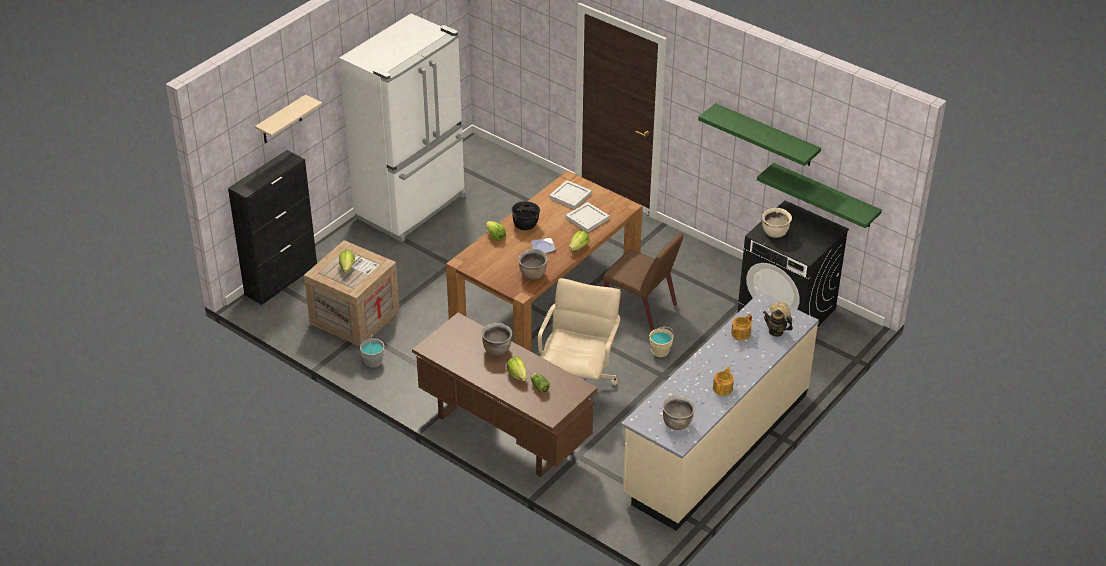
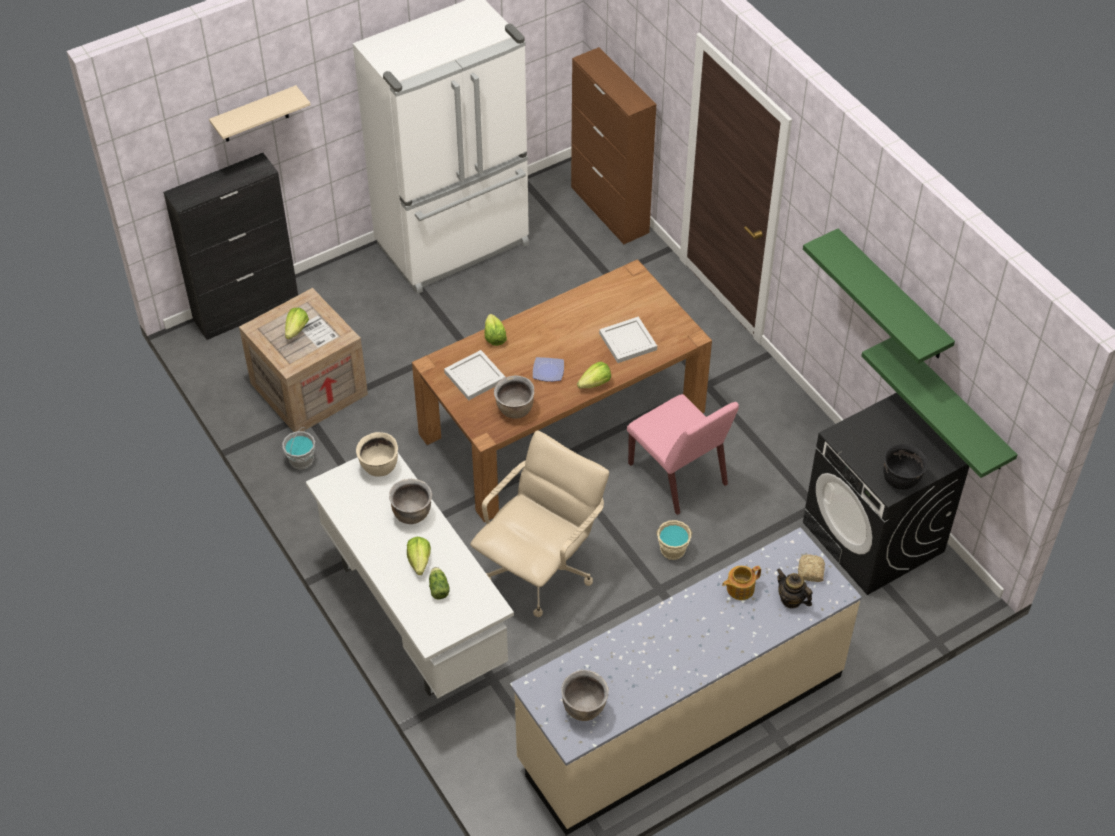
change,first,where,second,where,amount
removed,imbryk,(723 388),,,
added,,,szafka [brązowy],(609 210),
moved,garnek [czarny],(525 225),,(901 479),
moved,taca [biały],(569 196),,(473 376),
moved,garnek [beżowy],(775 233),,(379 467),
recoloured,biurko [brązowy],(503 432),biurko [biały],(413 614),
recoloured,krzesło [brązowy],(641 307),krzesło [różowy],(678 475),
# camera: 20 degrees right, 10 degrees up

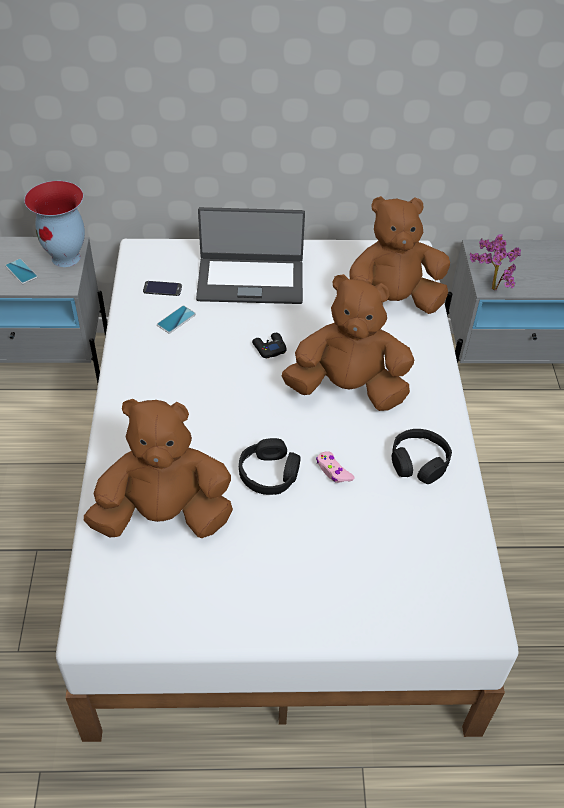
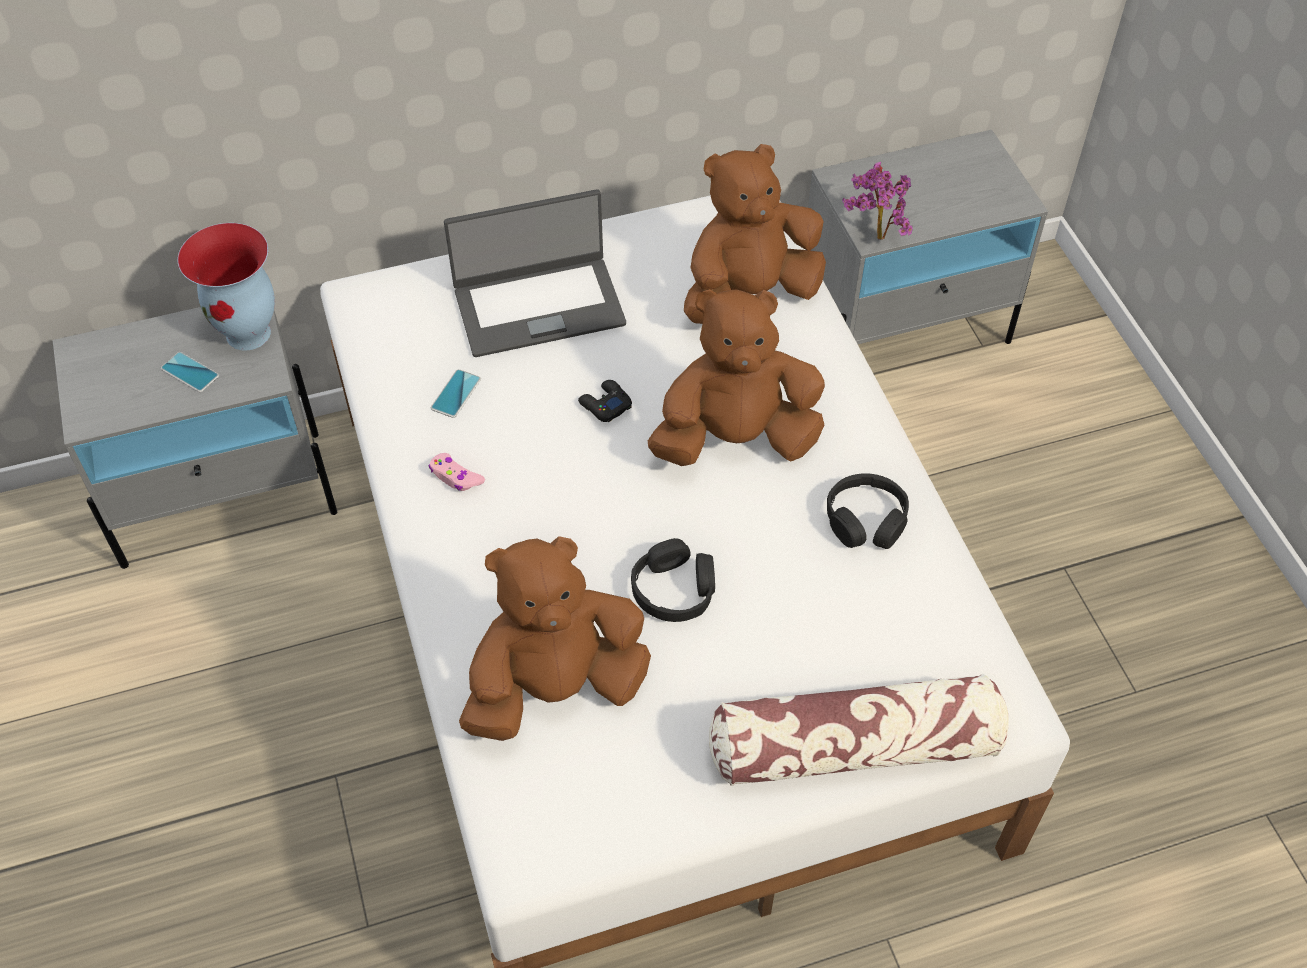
change,first,where,second,where,amount
removed,telefon,(162 289),,,
added,,,poduszka,(855 746),
moved,pad do gier [różowy],(333 471),,(455 477),
# camera: 15 degrees left, 5 degrees up

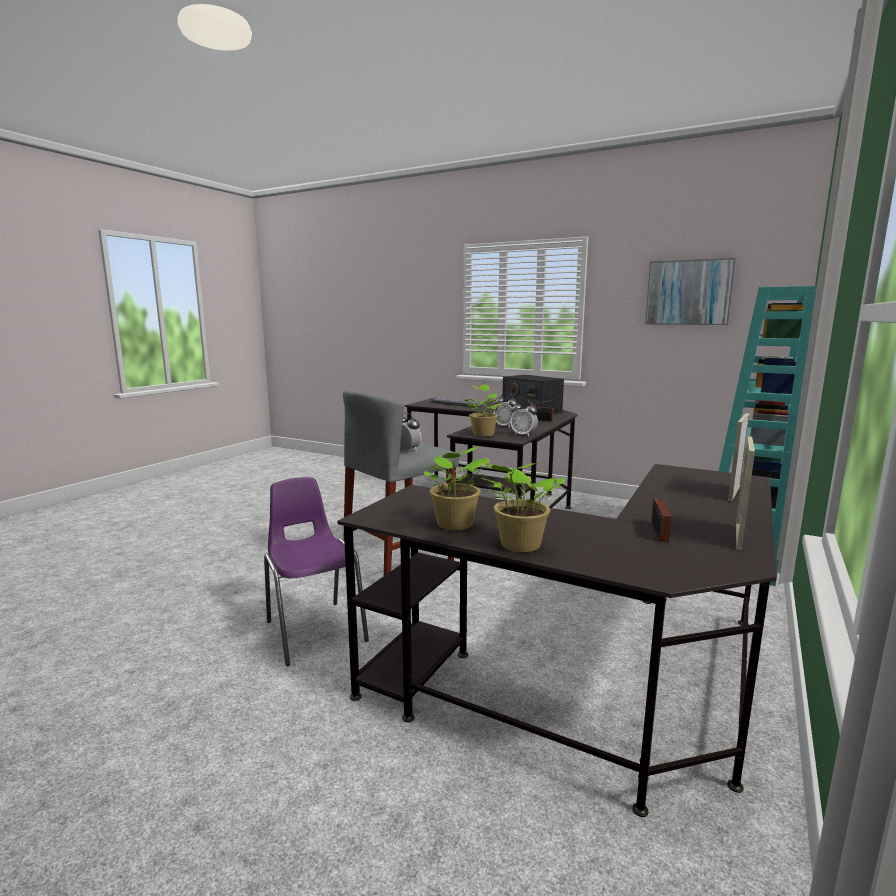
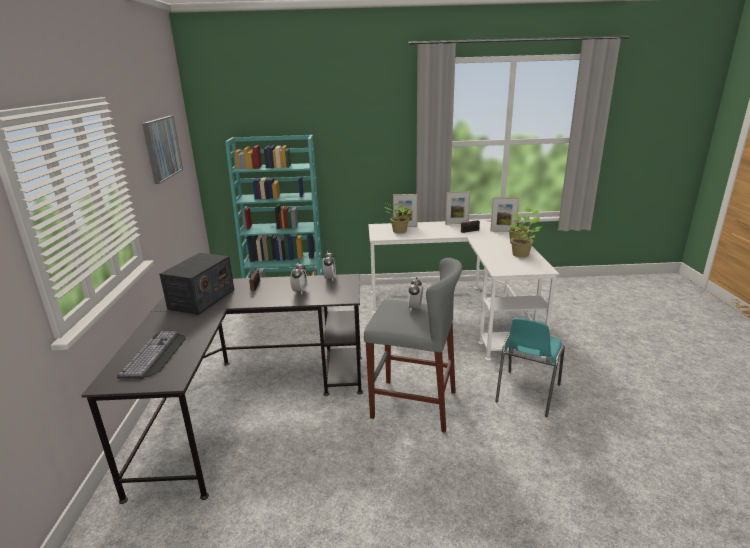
change,first,where,second,where,amount
added,,,ramka na zdjęcie,(503 231),
moved,roślina doniczkowa,(483 434),,(398 231),
recoloured,krzesło [fioletowy],(314 630),krzesło [turkusowy],(526 394),
recoloured,biurko [czarny],(596 687),biurko [biały],(460 311),
# camera: 120 degrees left, 10 degrees up

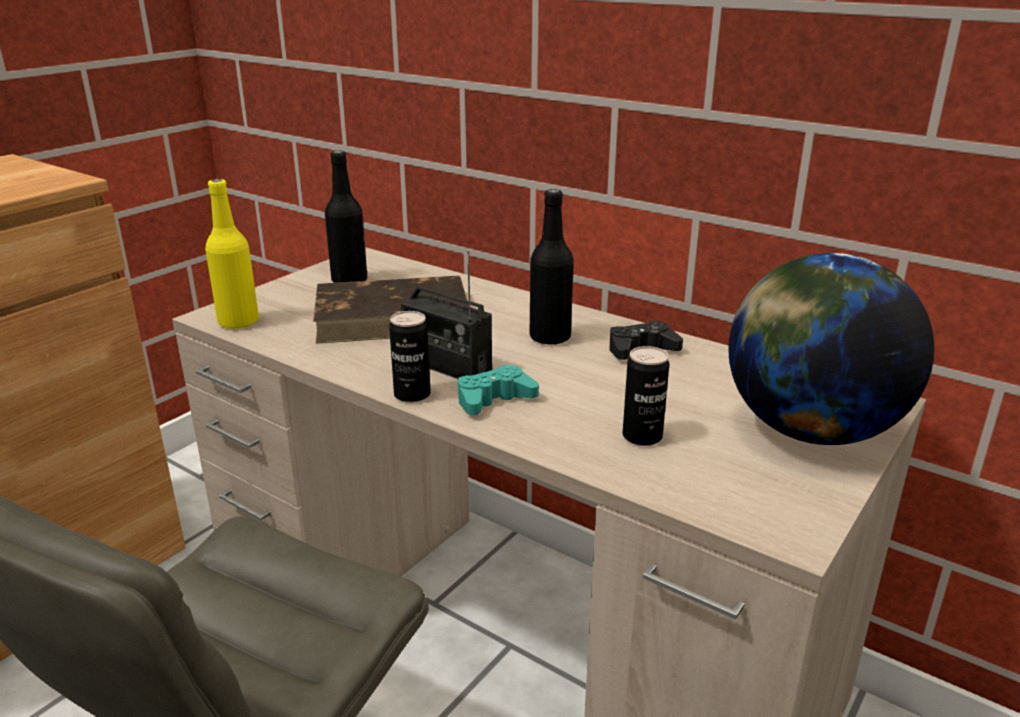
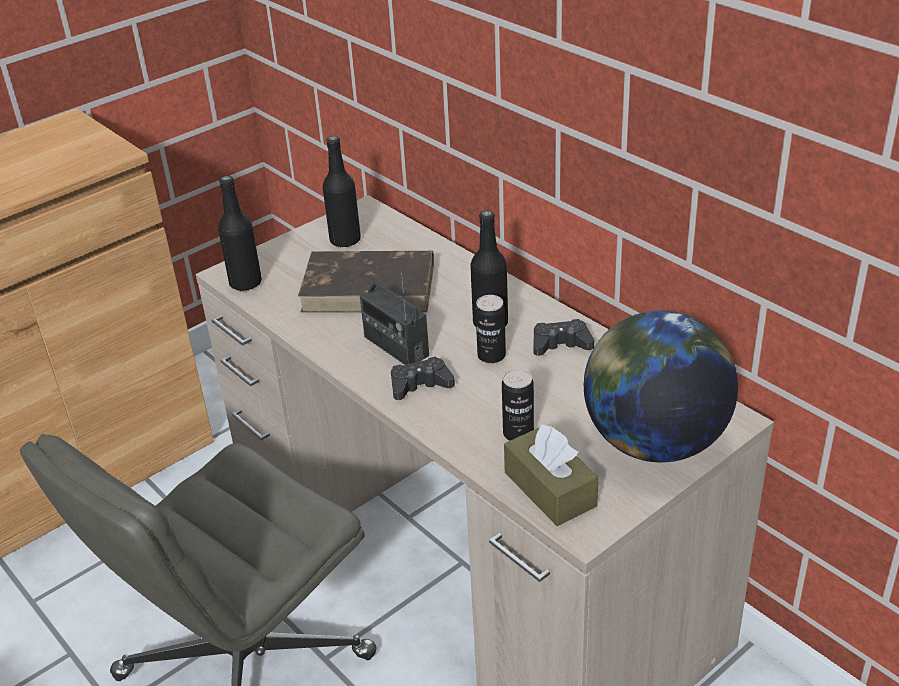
change,first,where,second,where,amount
added,,,pudełko chusteczek [brązowy],(550 489),
moved,puszka,(412 394),,(491 356),
recoloured,butelka [żółty],(238 322),butelka [czarny],(245 283),
recoloured,pad do gier [turkusowy],(494 399),pad do gier [czarny],(420 385),
# camera: 15 degrees right, 10 degrees up

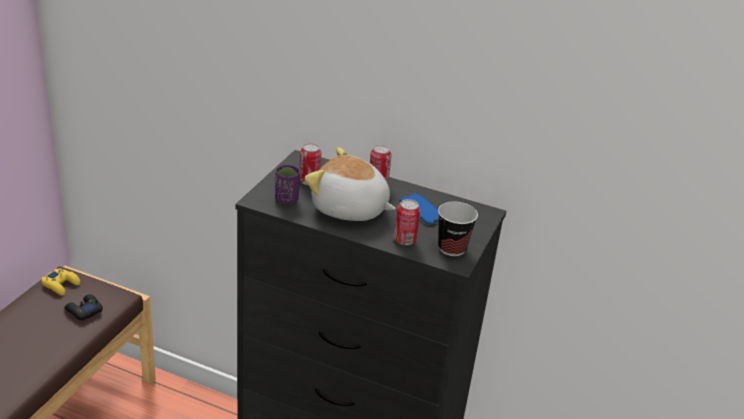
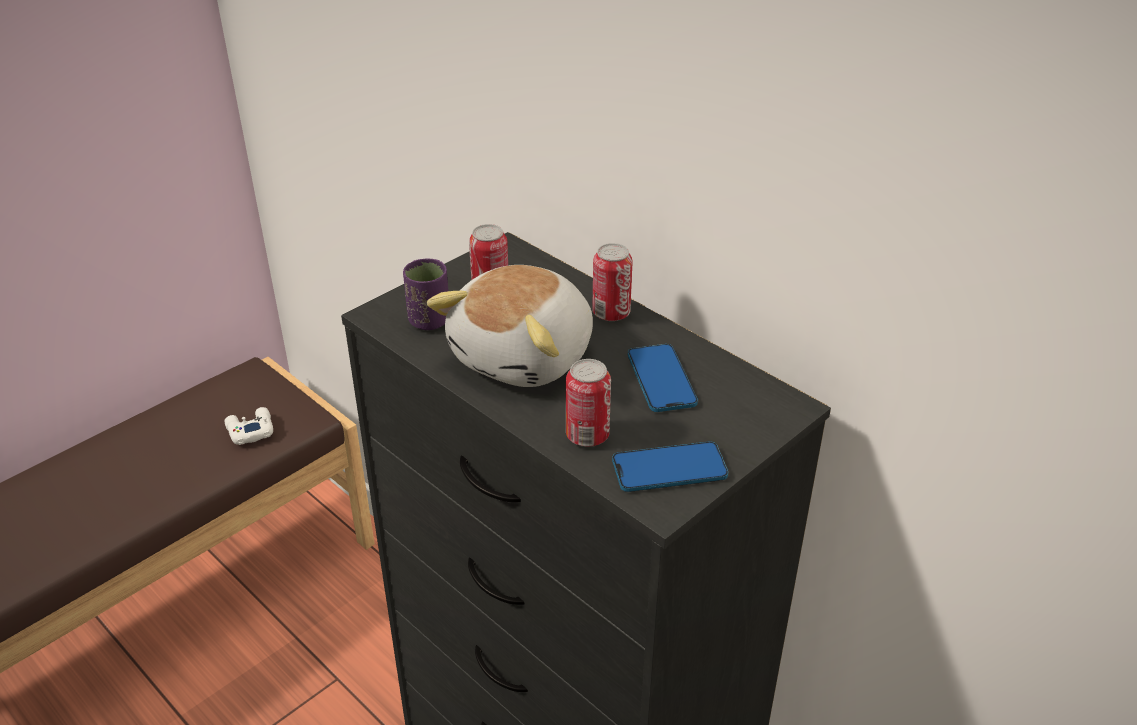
change,first,where,second,where,amount
removed,pad do gier [żółty],(61 285),,,
replaced,filiżanka,(452 248),telefon,(669 469),
recoloured,pad do gier [czarny],(84 311),pad do gier [biały],(250 430),
turned,pluszak,(349 209),,(526 356),105 degrees counterclockwise
# camera: 25 degrees right, 5 degrees up

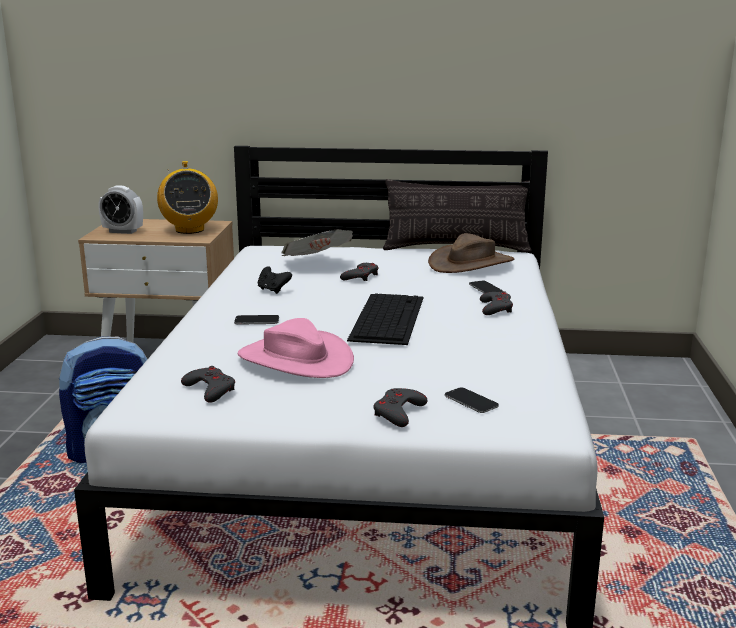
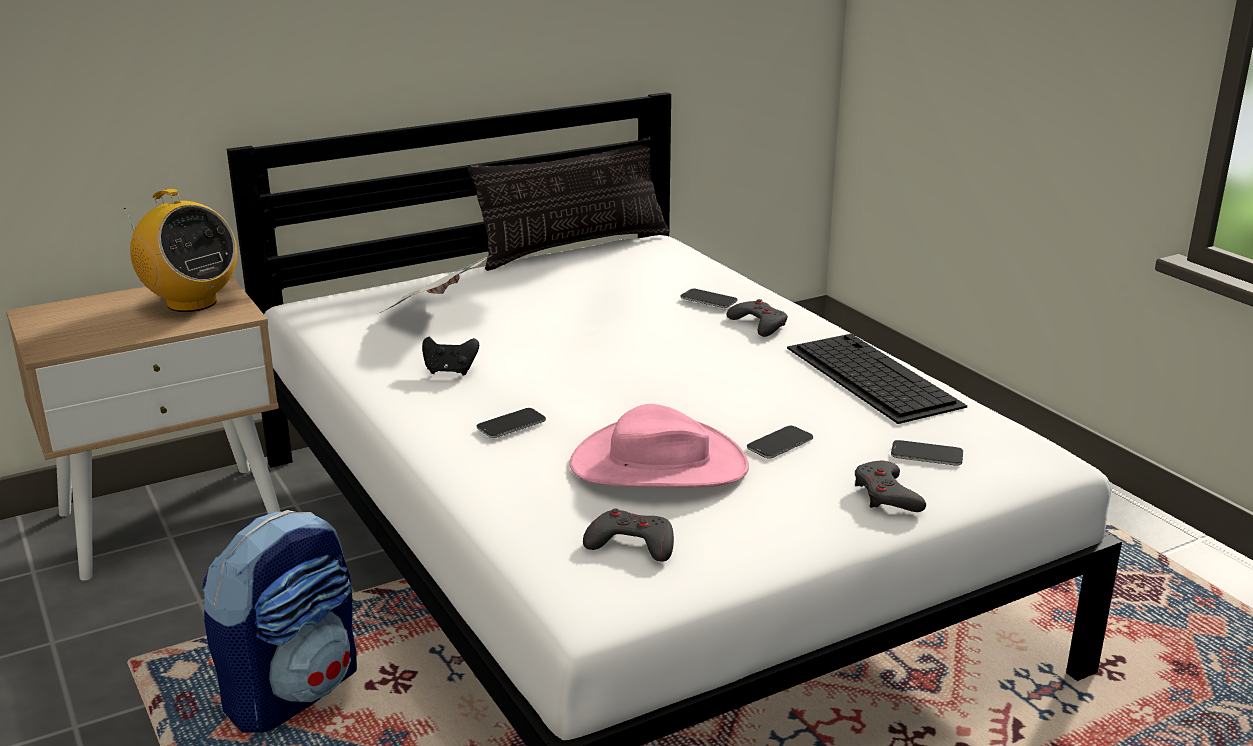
change,first,where,second,where,amount
removed,budzik,(123 231),,,
removed,pad do gier [szary],(361 276),,,
removed,kapelusz [brązowy],(471 263),,,
added,,,telefon,(780 443),
moved,klawiatura,(387 317),,(870 376),
# camera: 35 degrees left, 5 degrees up

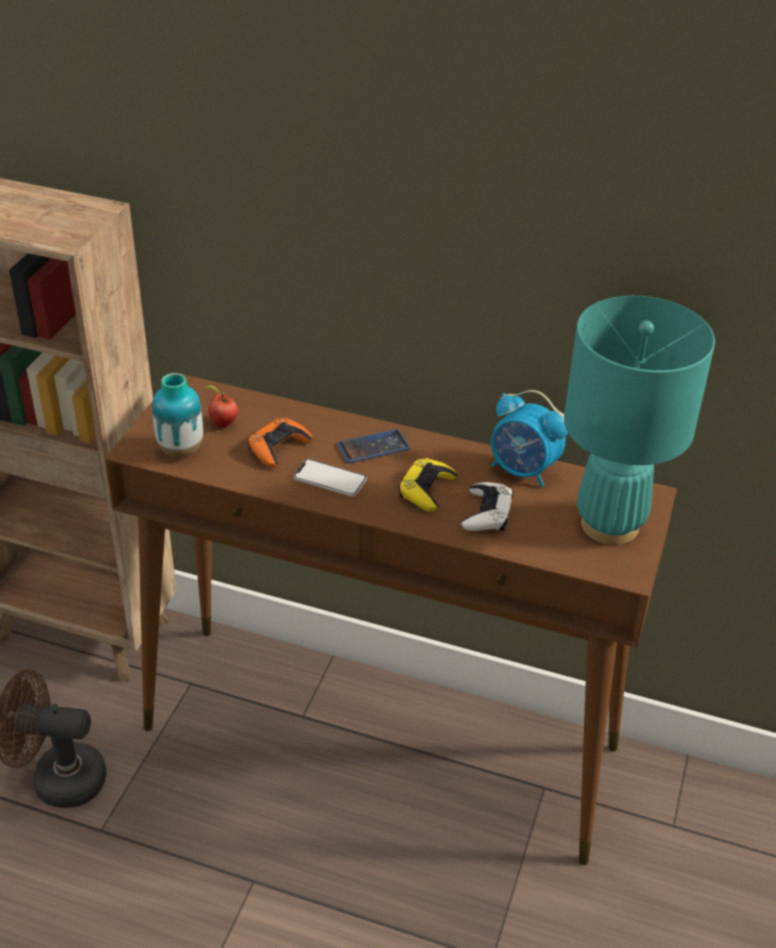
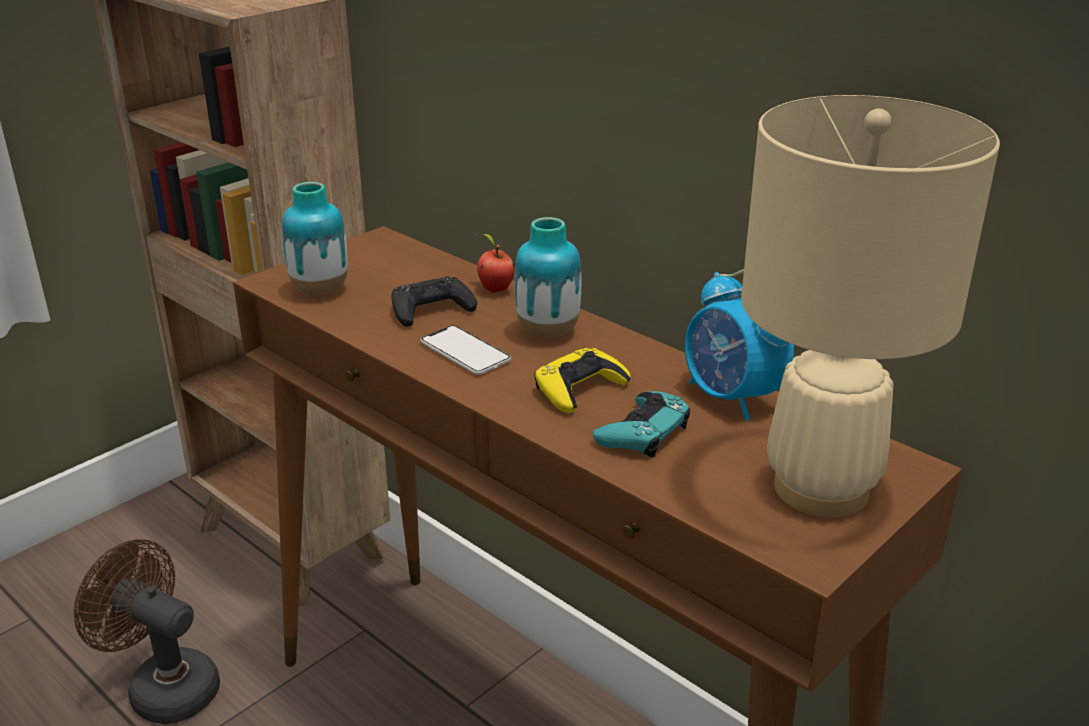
change,first,where,second,where,amount
moved,jabłko,(222 424),,(494 289),
replaced,telefon,(373 447),wazon,(547 332),
recoloured,pad do gier [pomarańczowy],(278 447),pad do gier [czarny],(431 310),
recoloured,pad do gier [biały],(487 513),pad do gier [turkusowy],(643 432),
recoloured,lampa stołowa [turkusowy],(609 524),lampa stołowa [beżowy],(821 488),
# camera: 25 degrees right, 10 degrees down

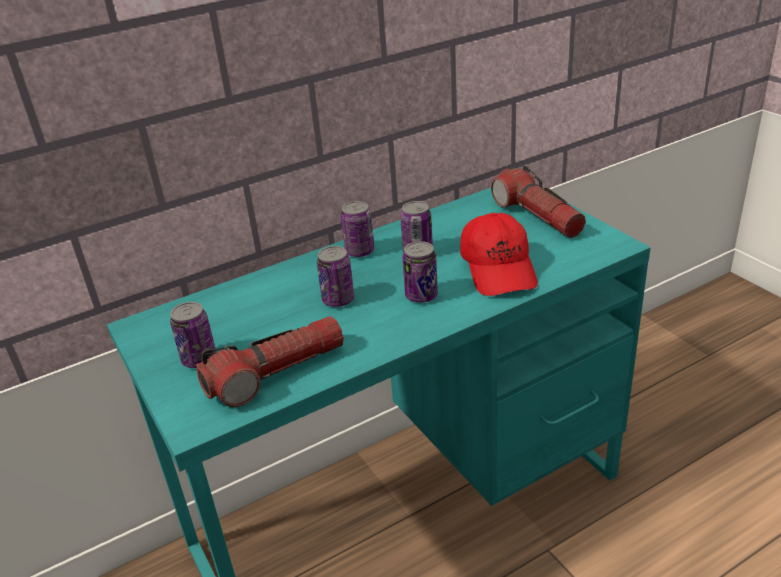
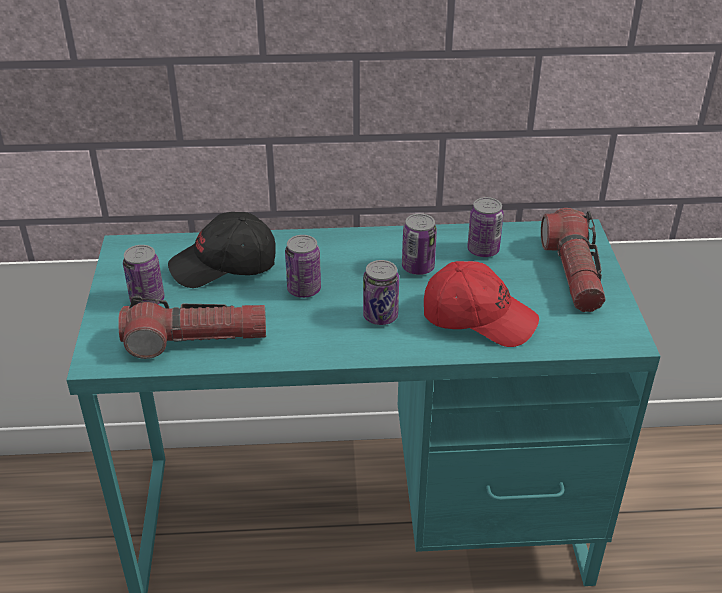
change,first,where,second,where,amount
added,,,czapka z daszkiem [czarny],(224 266),
moved,puszka,(359 251),,(483 250),
turned,czapka z daszkiem [czerwony],(499 269),,(478 318),90 degrees counterclockwise
# camera: 25 degrees right, 5 degrees up

